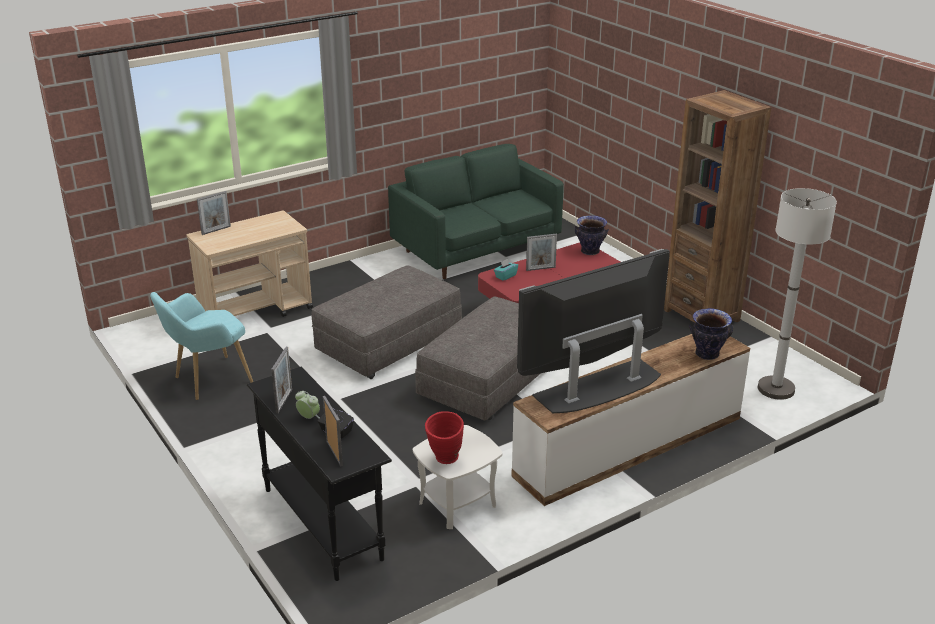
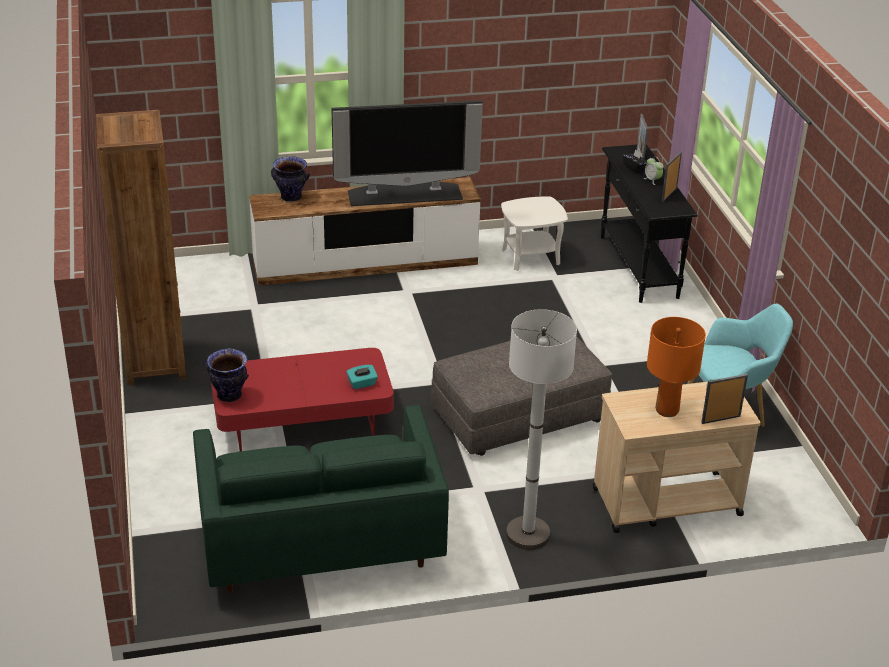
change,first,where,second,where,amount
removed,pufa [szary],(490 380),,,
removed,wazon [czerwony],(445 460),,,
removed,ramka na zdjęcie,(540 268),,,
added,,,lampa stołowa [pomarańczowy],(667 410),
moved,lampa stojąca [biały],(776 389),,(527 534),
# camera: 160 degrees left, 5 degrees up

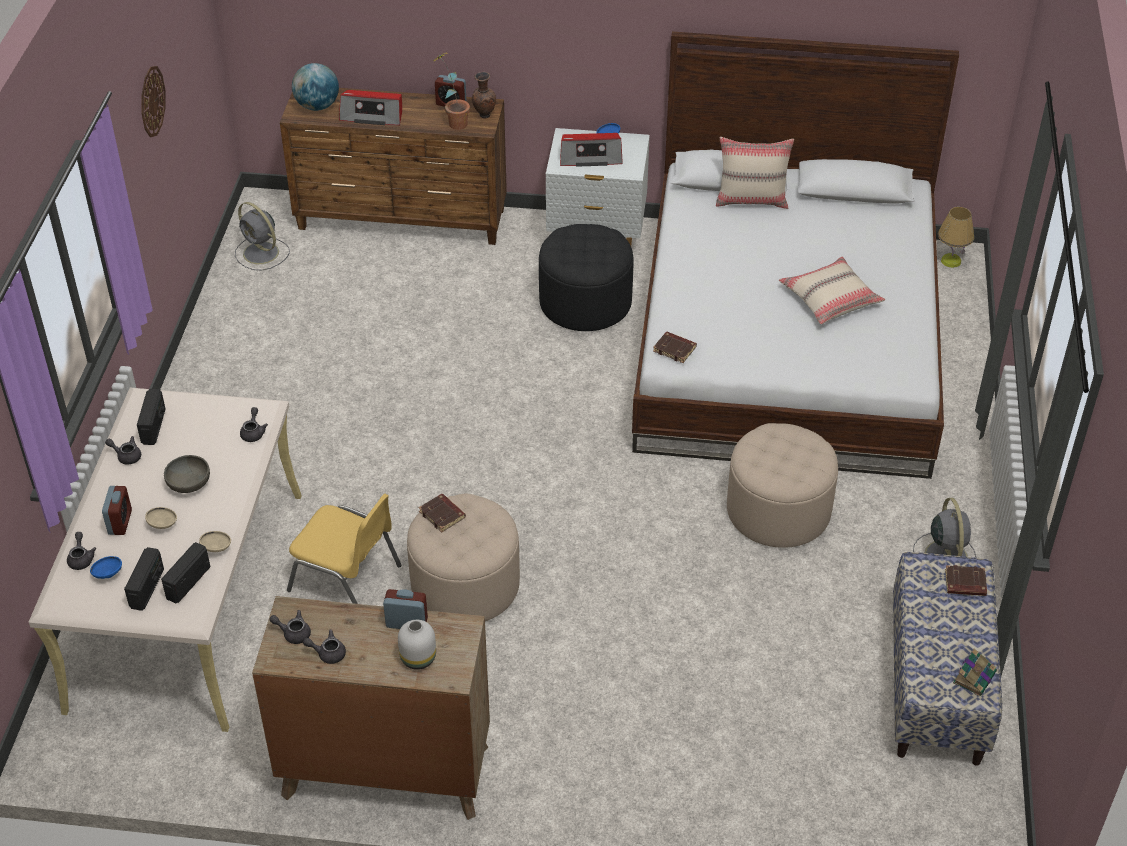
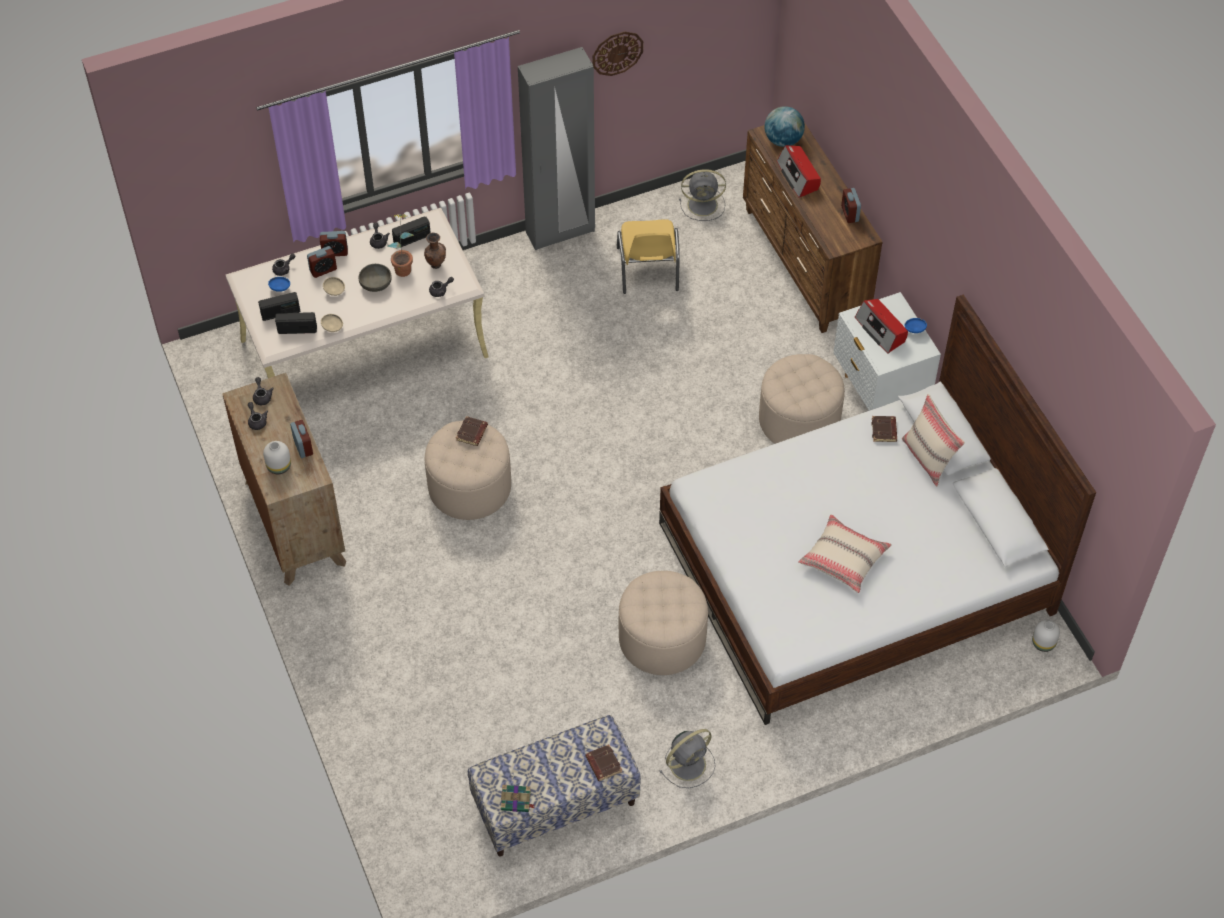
change,first,where,second,where,amount
added,,,budzik,(335 252),
added,,,szafa [szary],(560 232),
moved,krzesło [żółty],(346 578),,(648 270),
moved,roślina doniczkowa,(453 122),,(404 266),
moved,wazon [brązowy],(484 115),,(436 264),
moved,książka [brązowy],(675 349),,(884 431),
replaced,lampa stołowa,(950 261),wazon [biały],(1044 643),
recoloured,pufa [czarny],(585 302),pufa [beżowy],(799 420),
turned,wentylator [szary],(262 254),,(704 205),105 degrees counterclockwise
# camera: 60 degrees right, 10 degrees up

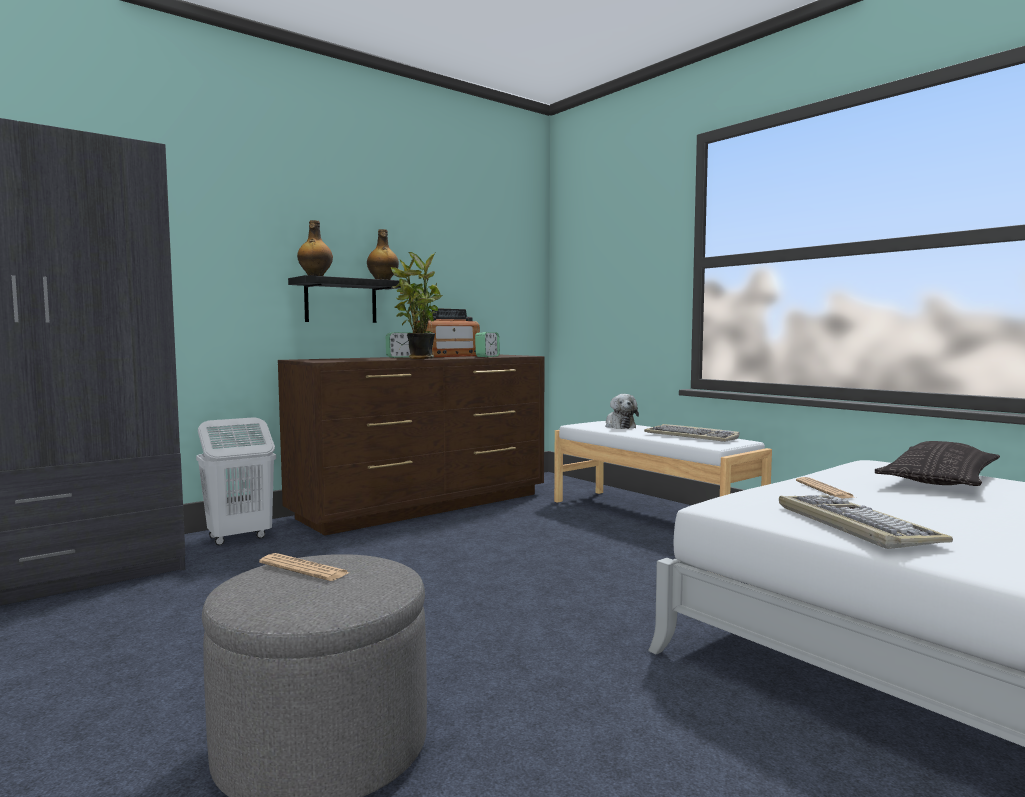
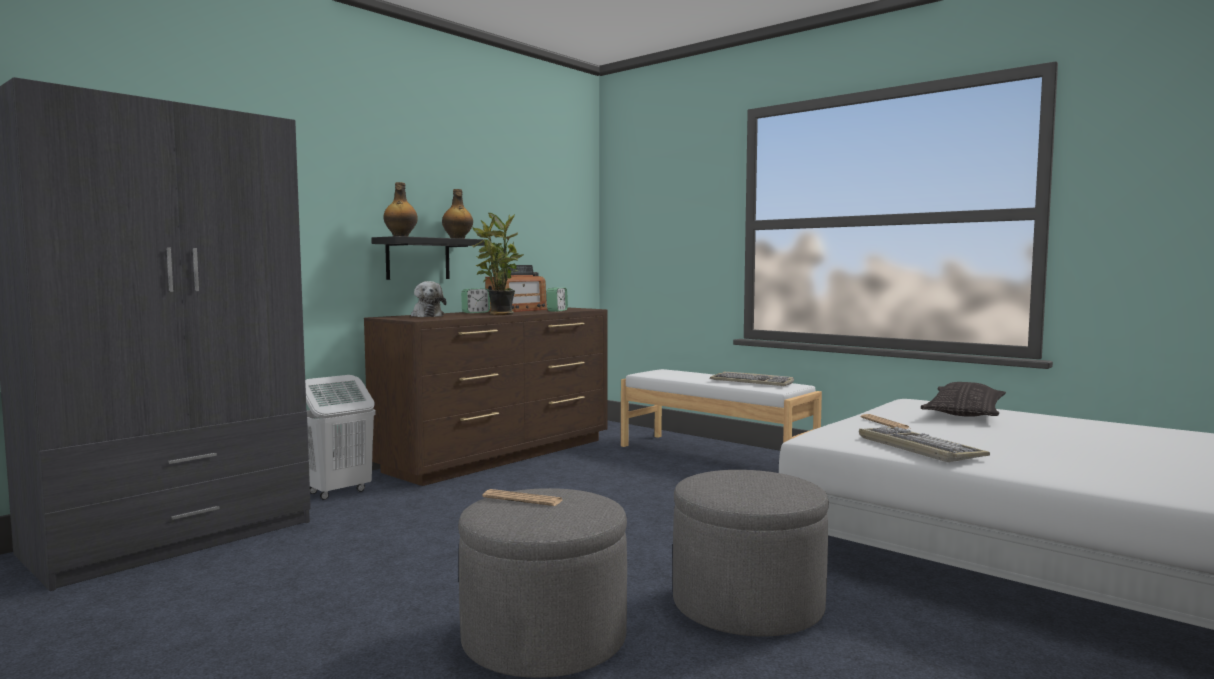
change,first,where,second,where,amount
added,,,pufa [szary],(747 606),
moved,pluszak,(619 426),,(427 316),
# camera: 10 degrees left, 0 degrees up

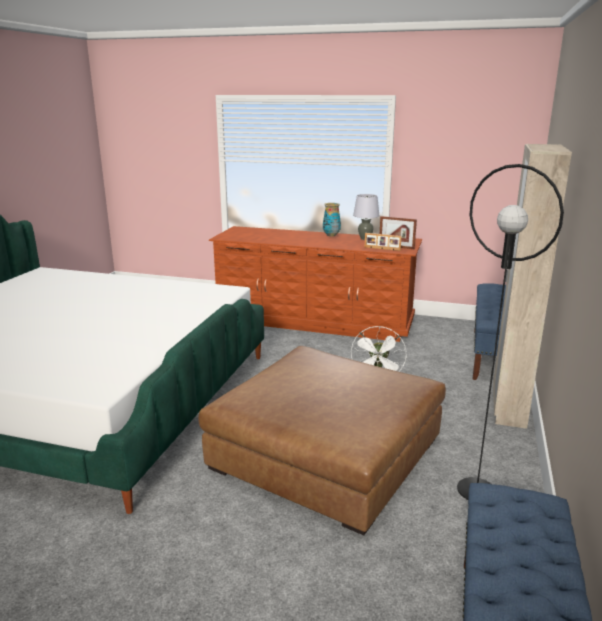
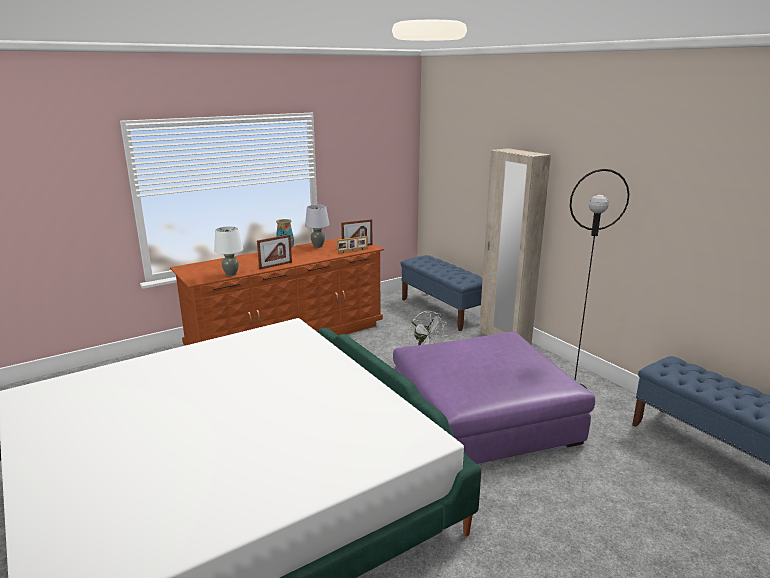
change,first,where,second,where,amount
added,,,lampa stołowa [biały],(231 274),
added,,,ramka na zdjęcie,(275 265),
recoloured,pufa [brązowy],(326 453),pufa [fioletowy],(483 417),
# camera: 50 degrees left, 0 degrees up

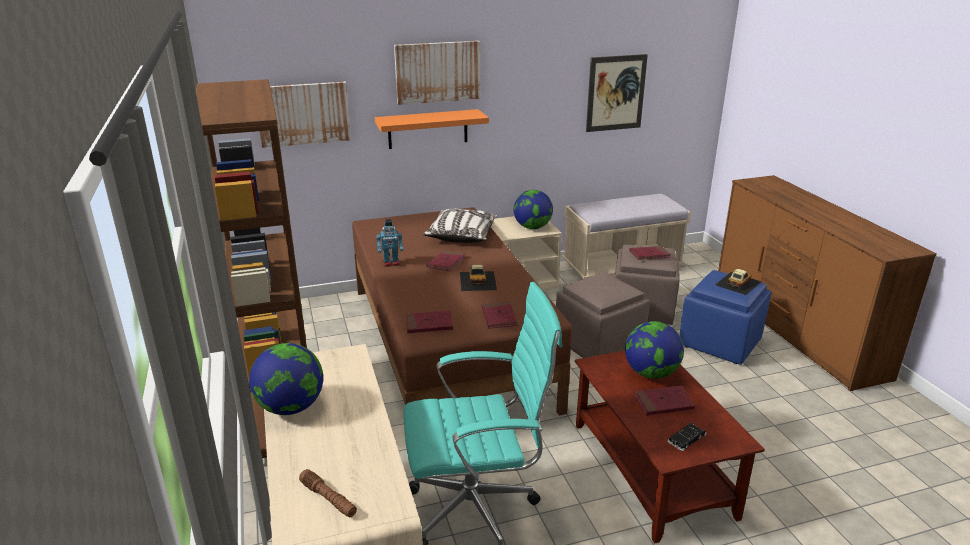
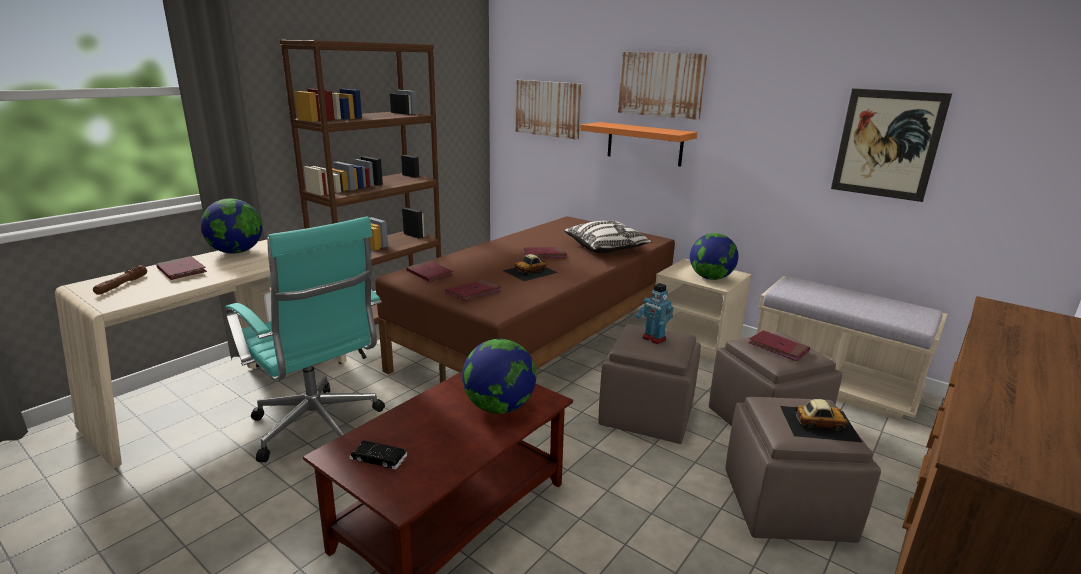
change,first,where,second,where,amount
moved,robot zabawkowy,(391 263),,(653 338),
moved,książka [czerwony],(664 403),,(182 271),
recoloured,pufa [niebieski],(719 342),pufa [brązowy],(786 505),
# camera: 55 degrees right, 5 degrees down

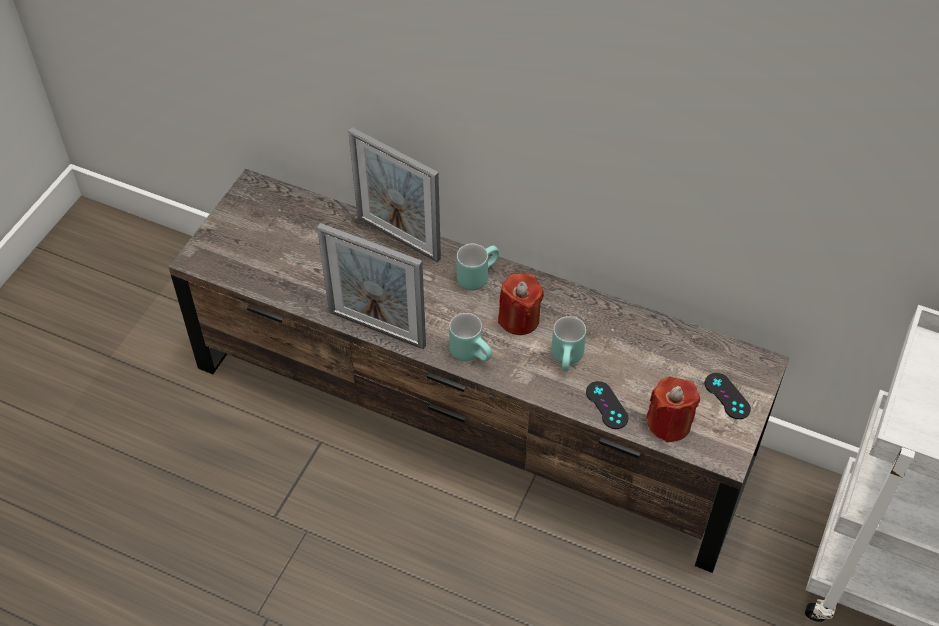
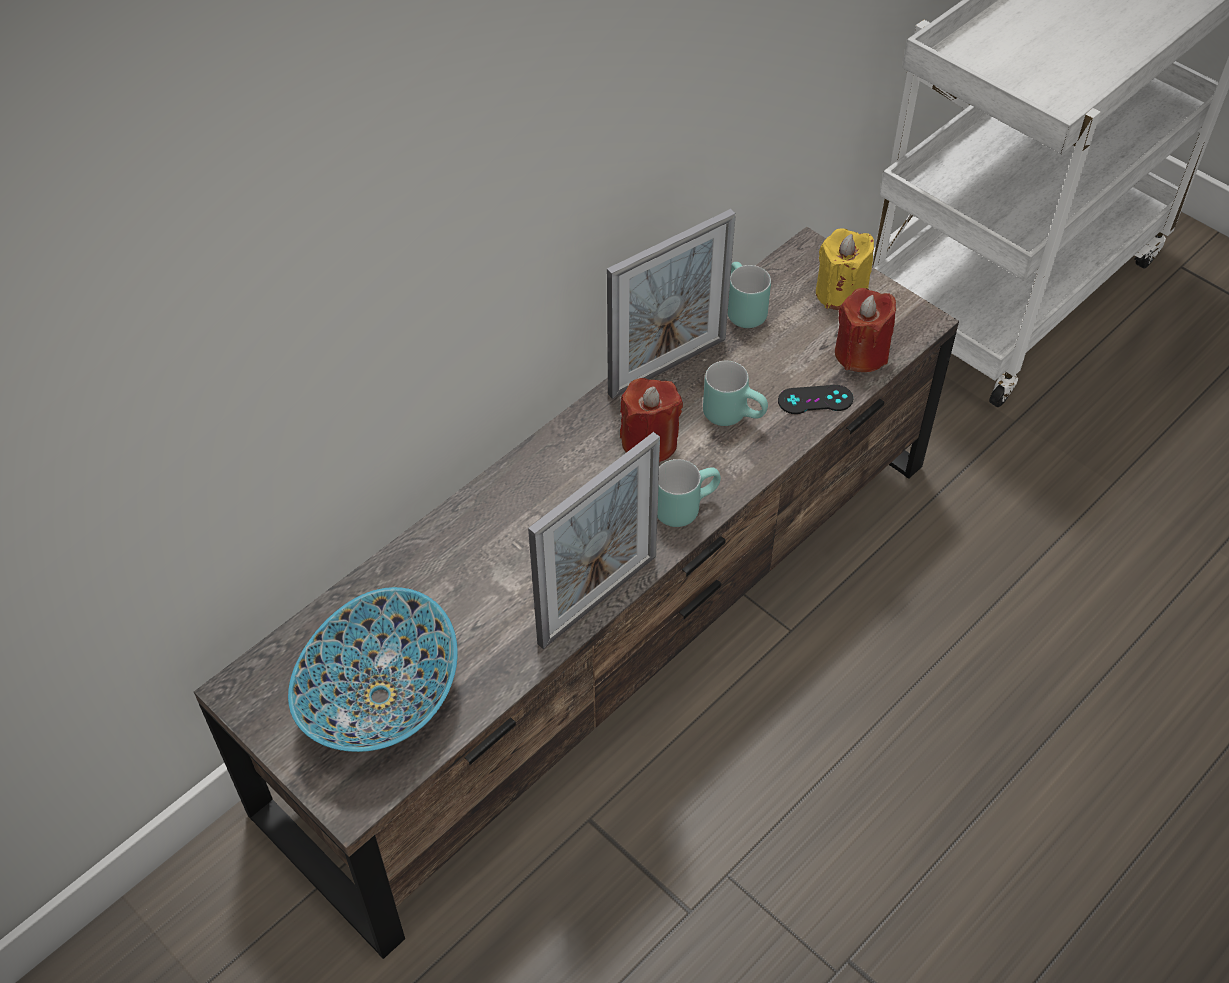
change,first,where,second,where,amount
added,,,miska,(378 697),
moved,ramka na zdjęcie,(398 238),,(667 366),
moved,kubek [turkusowy],(476 275),,(740 310),
replaced,pad do gier [czarny],(727 396),świeca [żółty],(841 293),
# camera: 70 degrees left, 0 degrees up

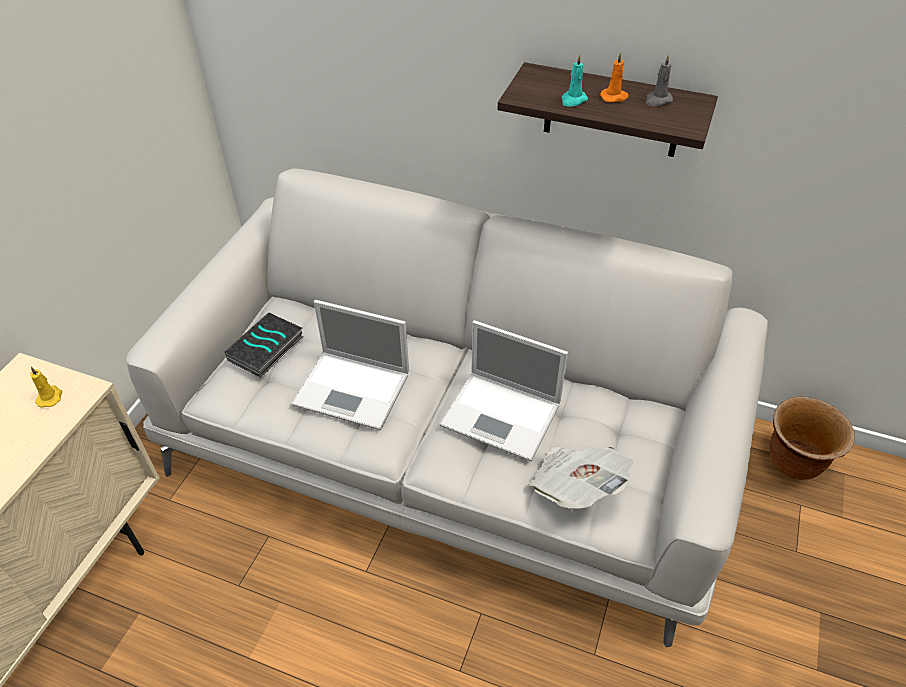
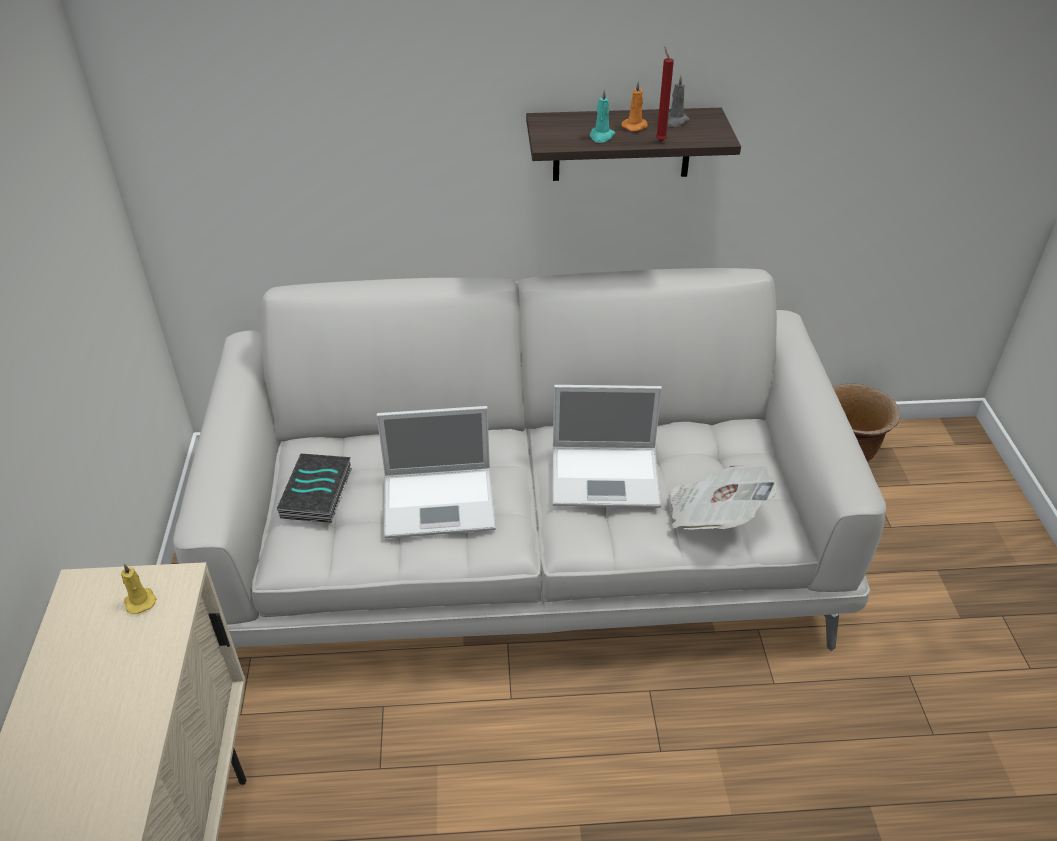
change,first,where,second,where,amount
added,,,świeca [czerwony],(660 140),
# camera: 25 degrees left, 5 degrees down

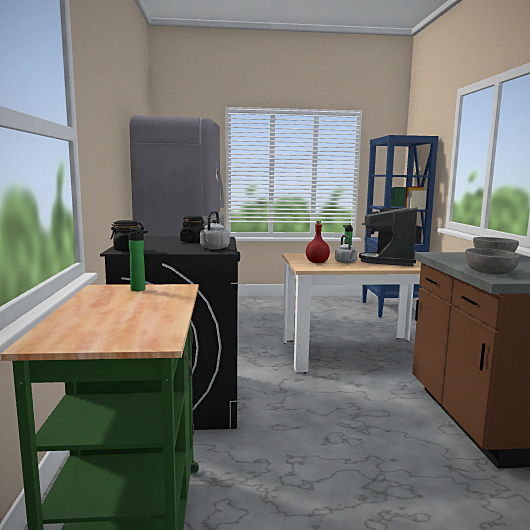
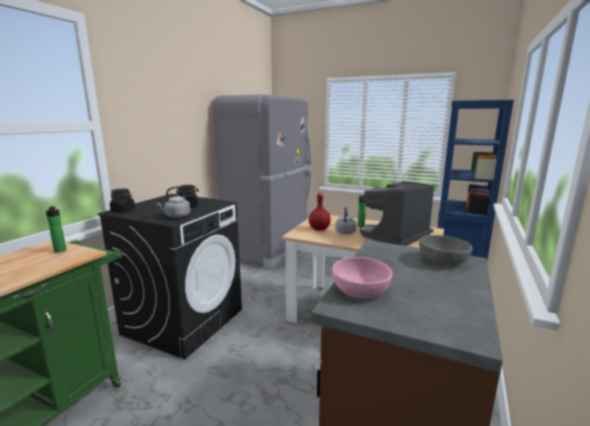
change,first,where,second,where,amount
recoloured,miska [szary],(490 272),miska [różowy],(360 290),
# camera: 30 degrees right, 5 degrees up

